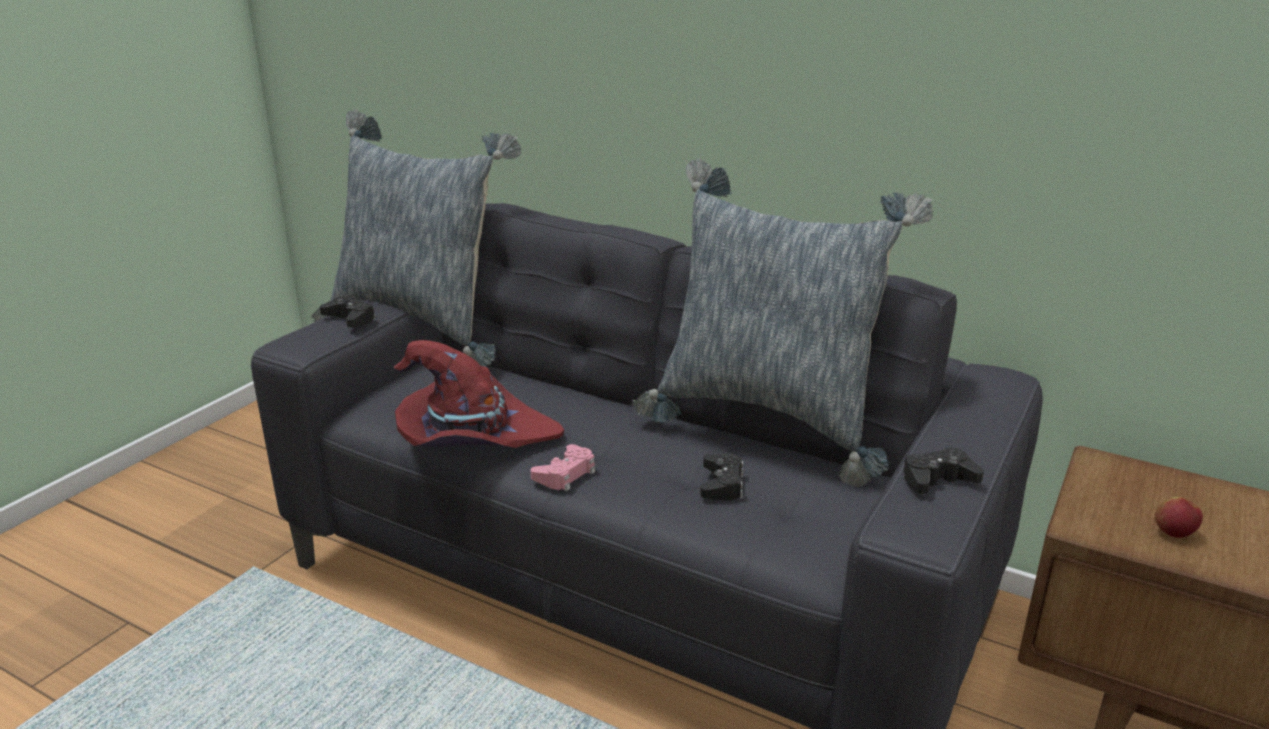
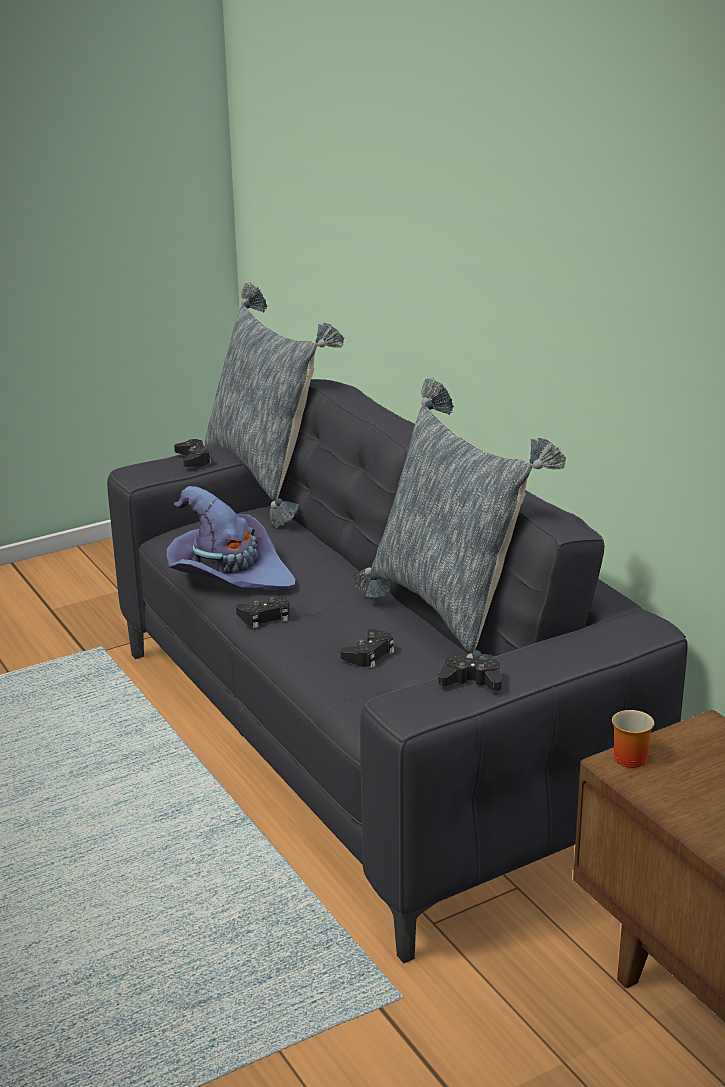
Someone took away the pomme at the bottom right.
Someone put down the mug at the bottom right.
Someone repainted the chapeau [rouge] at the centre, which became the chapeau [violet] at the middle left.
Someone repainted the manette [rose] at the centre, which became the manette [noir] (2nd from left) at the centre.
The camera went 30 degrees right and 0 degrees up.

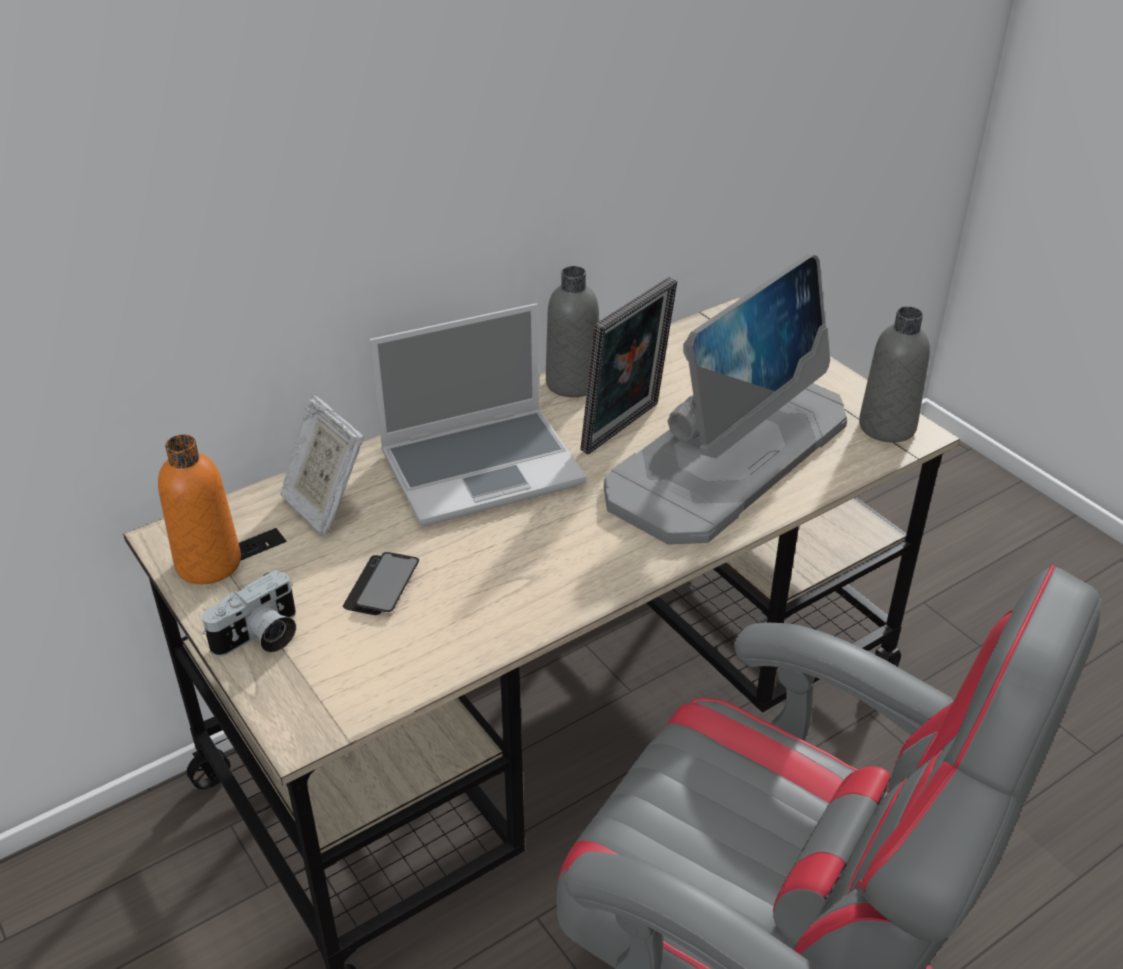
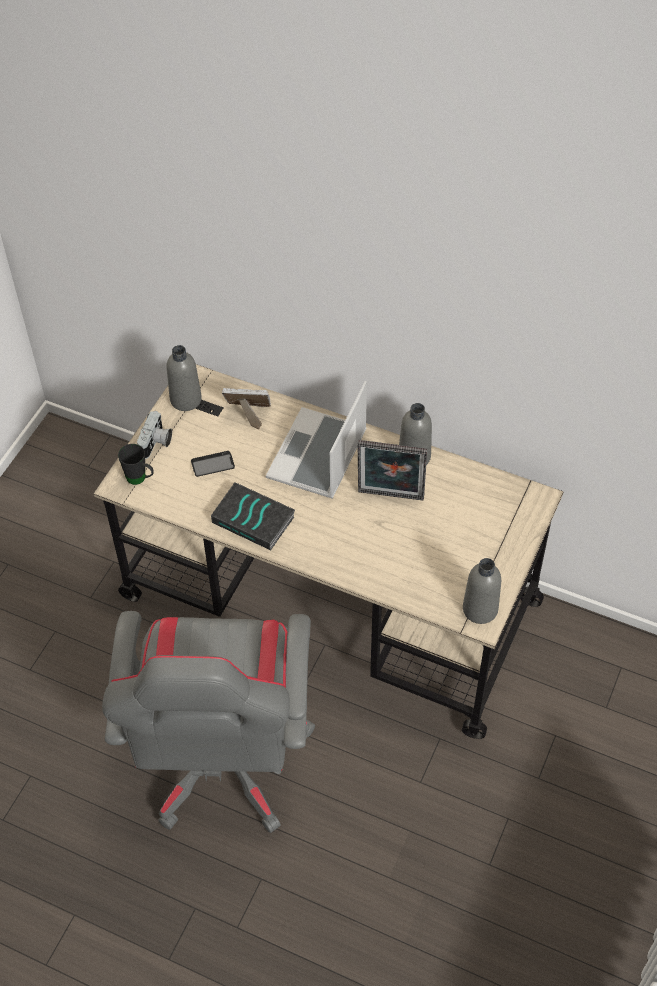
Someone took away the écran d'ordinateur at the centre.
Someone put down the mug [noir] at the middle left.
Someone put down the livre at the centre.
Someone repainted the bouteille [orange] at the middle left, which became the bouteille [gris] (1st from left) at the middle left.
Someone rotated the appareil photo at the middle left by 90 degrees counterclockwise.
Someone rotated the cadre photo (1st from left) at the middle left by 75 degrees clockwise.
Someone rotated the ordinateur portable at the centre by 75 degrees clockwise.
The camera went 60 degrees right and 15 degrees up.

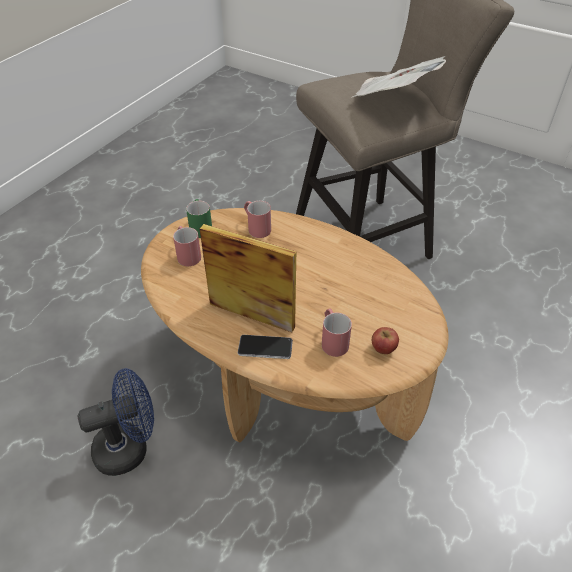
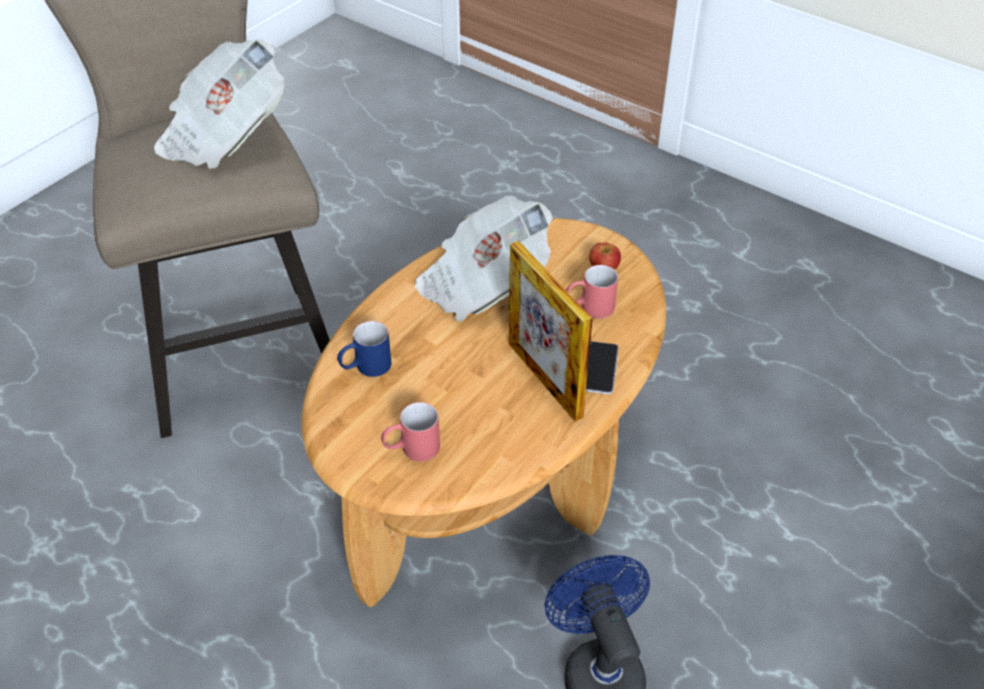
Someone took away the mug [vert] at the centre.
Someone put down the journal (2nd from left) at the centre.
Someone repainted the mug [rouge] (2nd from left) at the centre, which became the mug [bleu] at the centre.
Someone rotated the cadre photo at the centre by 60 degrees counterclockwise.
The camera went 85 degrees left and 0 degrees up.

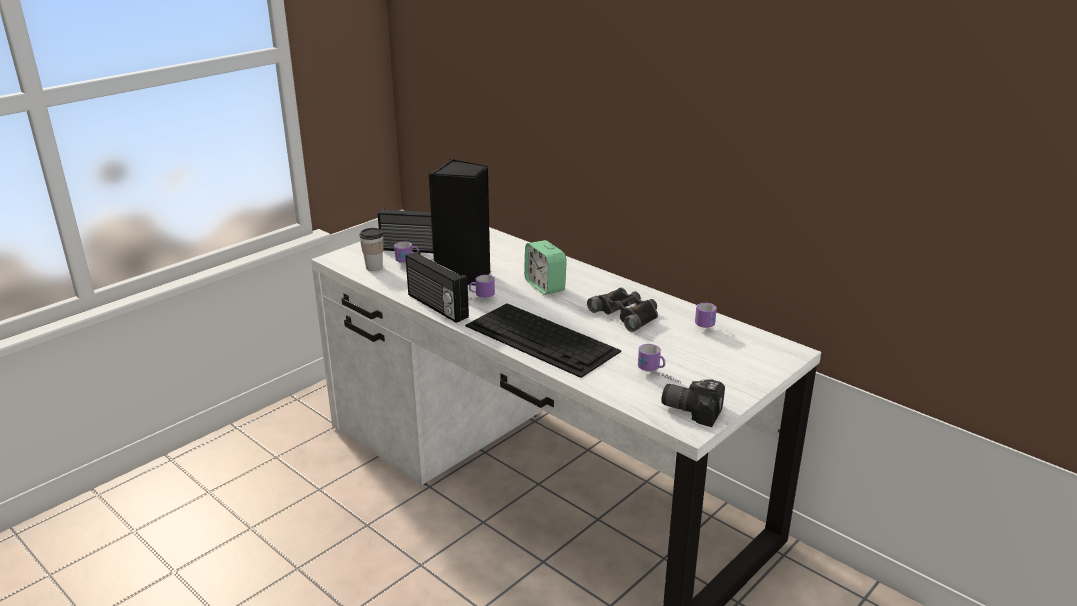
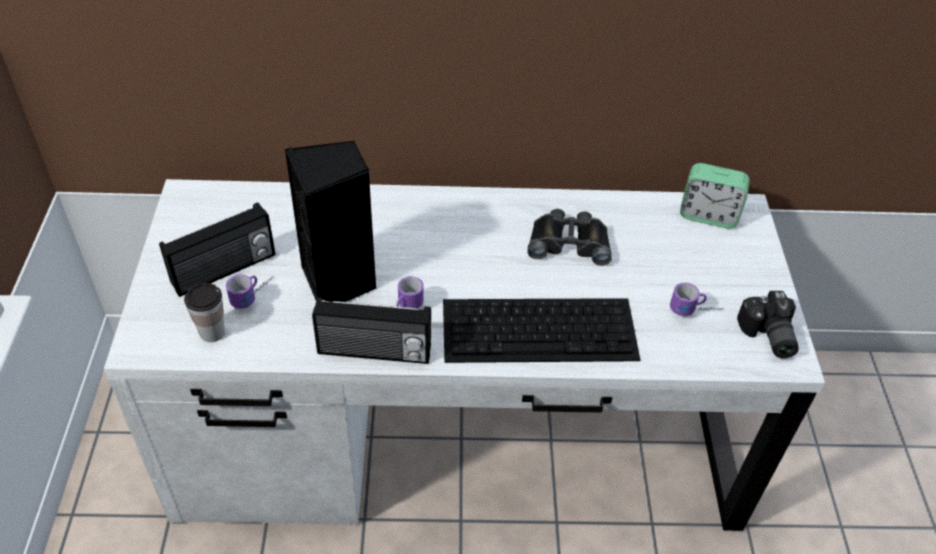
Someone took away the mug (4th from left) at the centre.
Someone carried the réveil from the centre to the middle right.
Someone rotated the appareil photo at the centre by 75 degrees counterclockwise.
The camera went 45 degrees left and 20 degrees up.

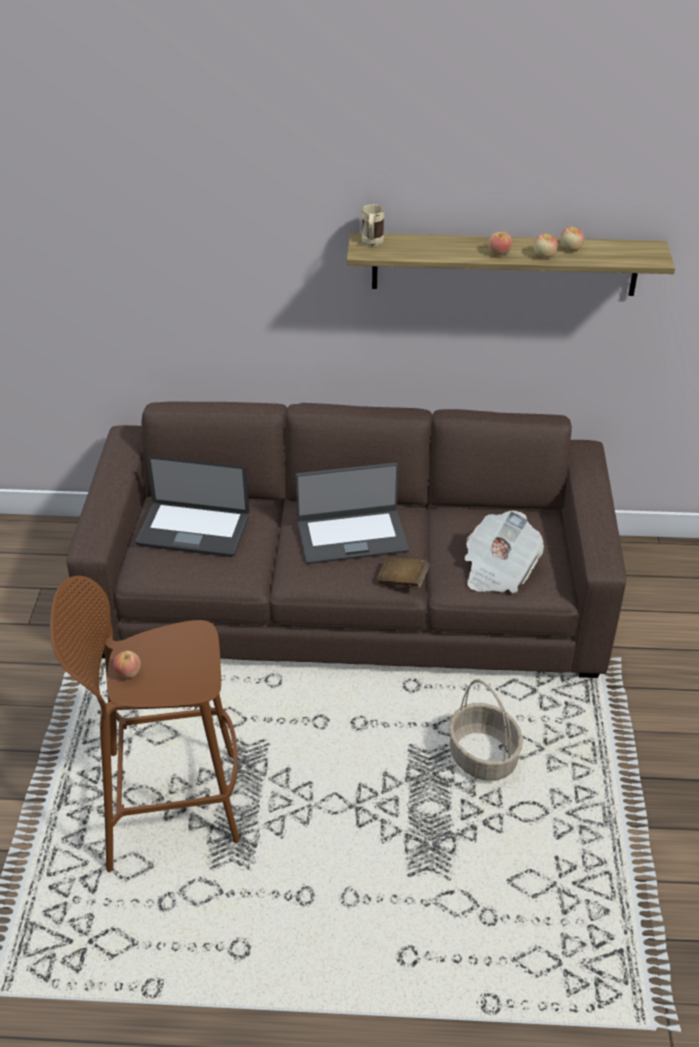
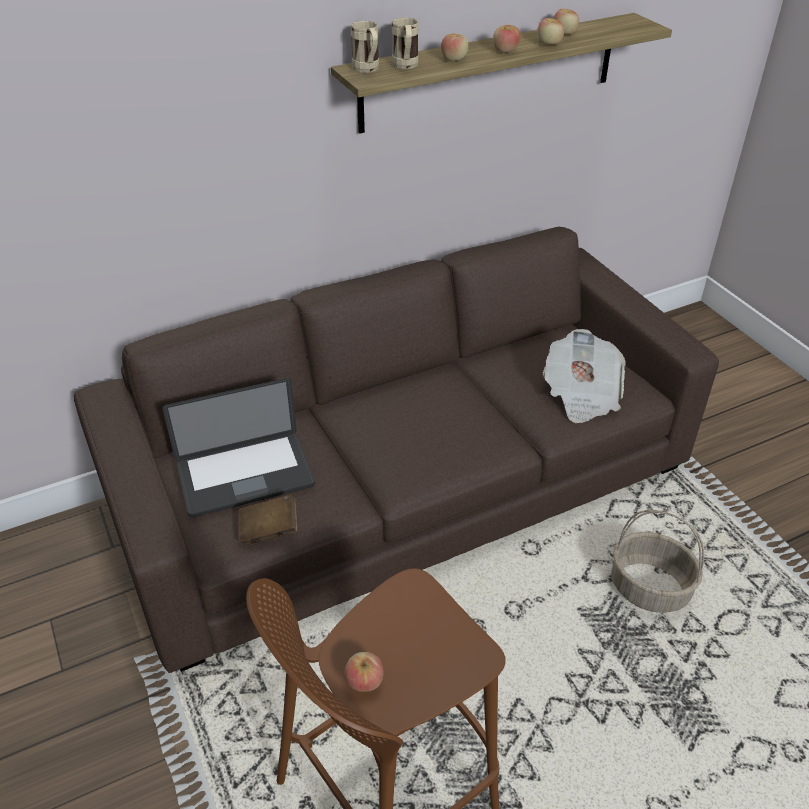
Someone took away the ordinateur portable (2nd from left) at the centre.
Someone put down the mug [beige] (2nd from left) at the top centre.
Someone put down the pomme (2nd from left) at the top centre.
Someone carried the livre [marron] from the centre to the middle left.
The camera went 30 degrees left and 0 degrees up.

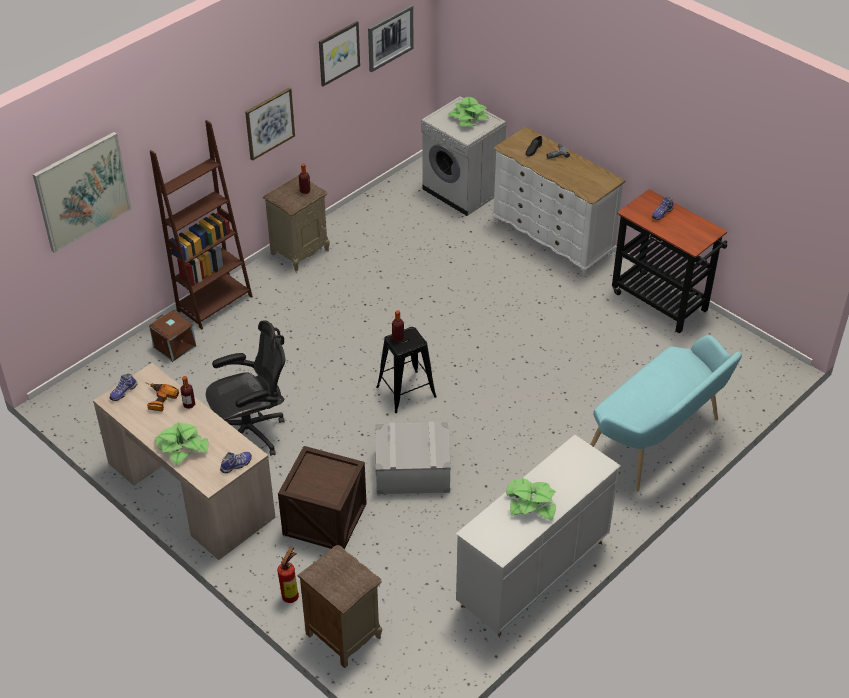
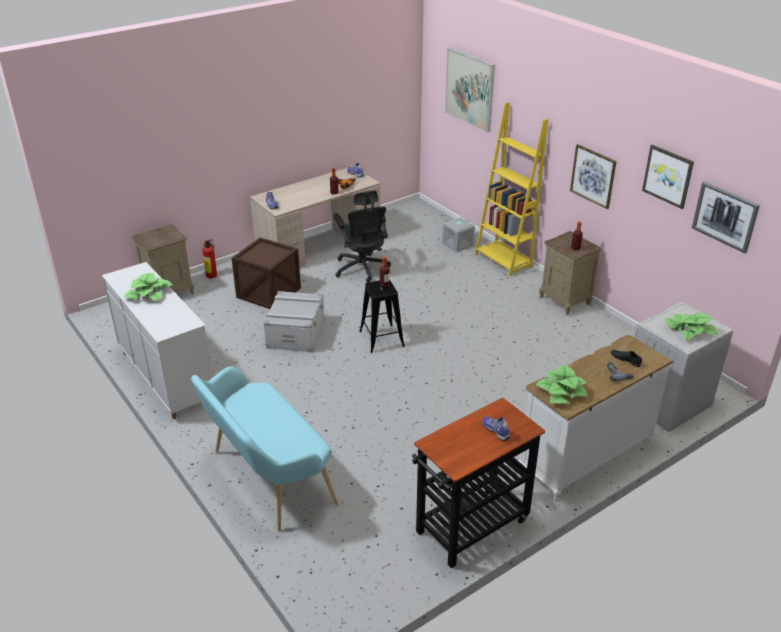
Someone carried the plante en pot (1st from left in the first image) from the middle left to the middle right.
Someone repainted the boîte de rangement [marron] at the middle left, which became the boîte de rangement [gris] (2nd from left) at the centre.
Someone repainted the bibliothèque [marron] at the top left, which became the bibliothèque [jaune] at the top centre.
The camera went 100 degrees right and 10 degrees down.

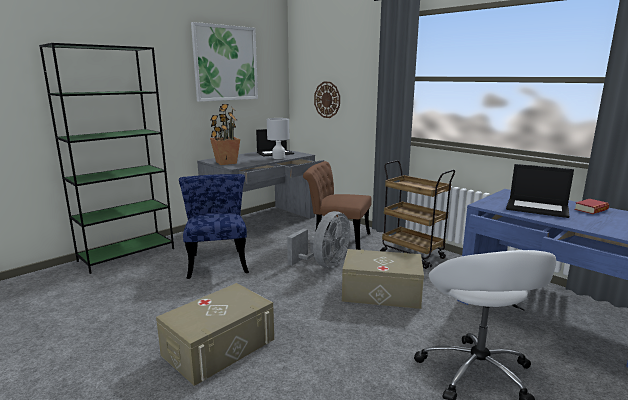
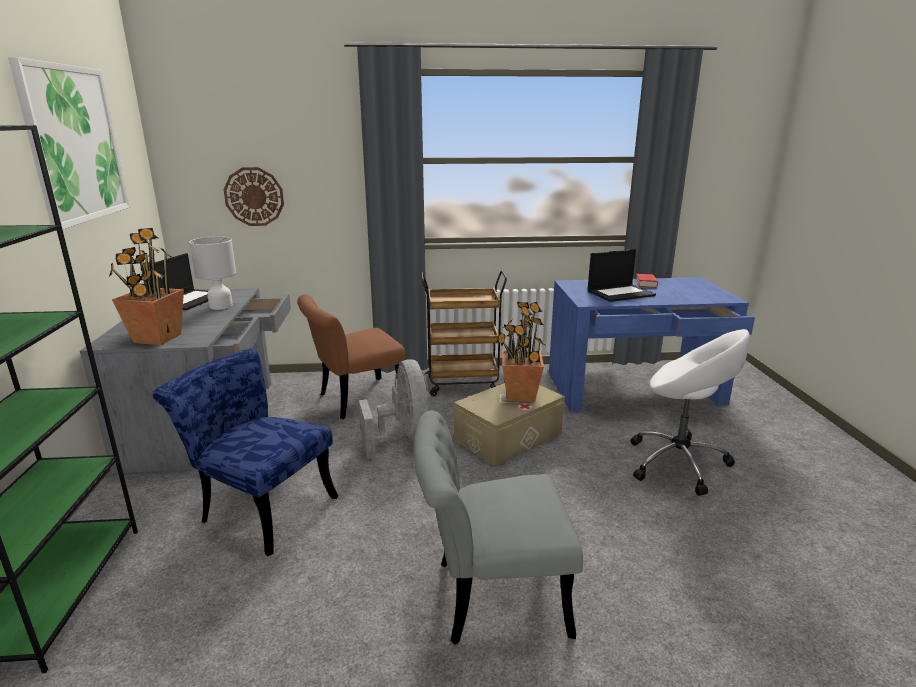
Someone put down the plante en pot (2nd from left) at the centre.
Someone swapped the boîte de rangement [beige] (1st from left) at the bottom centre for the chaise [gris] at the bottom centre.
The camera went 50 degrees left and 5 degrees up.

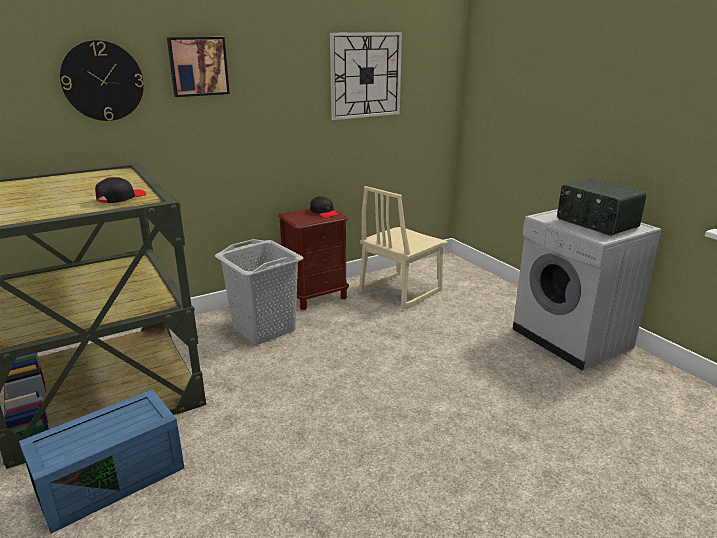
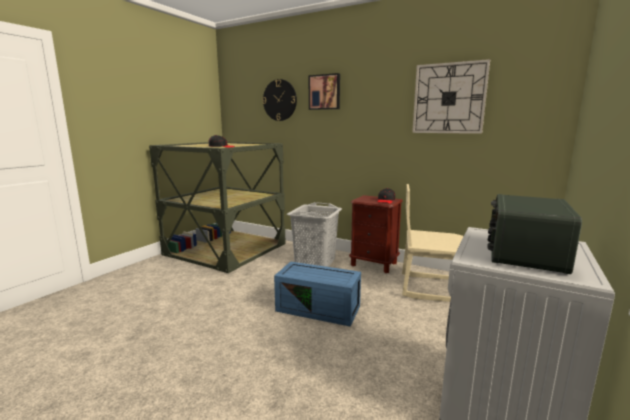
Someone carried the boîte de rangement [bleu] from the bottom left to the bottom centre.
The camera went 60 degrees right and 10 degrees down.

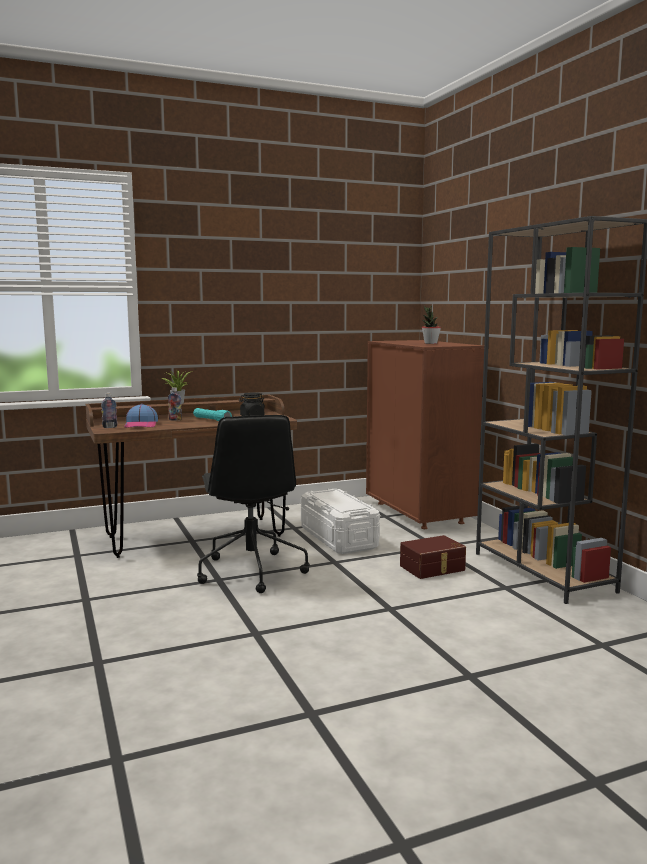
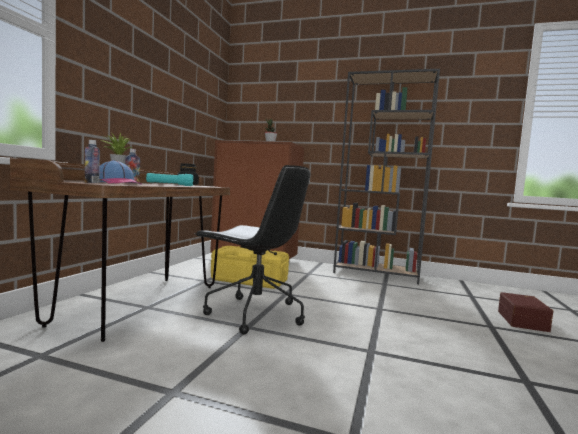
Someone carried the boîte de rangement [marron] from the middle right to the bottom right.
Someone repainted the boîte de rangement [blanc] at the centre, which became the boîte de rangement [jaune] at the centre.
The camera went 50 degrees left and 5 degrees down.

